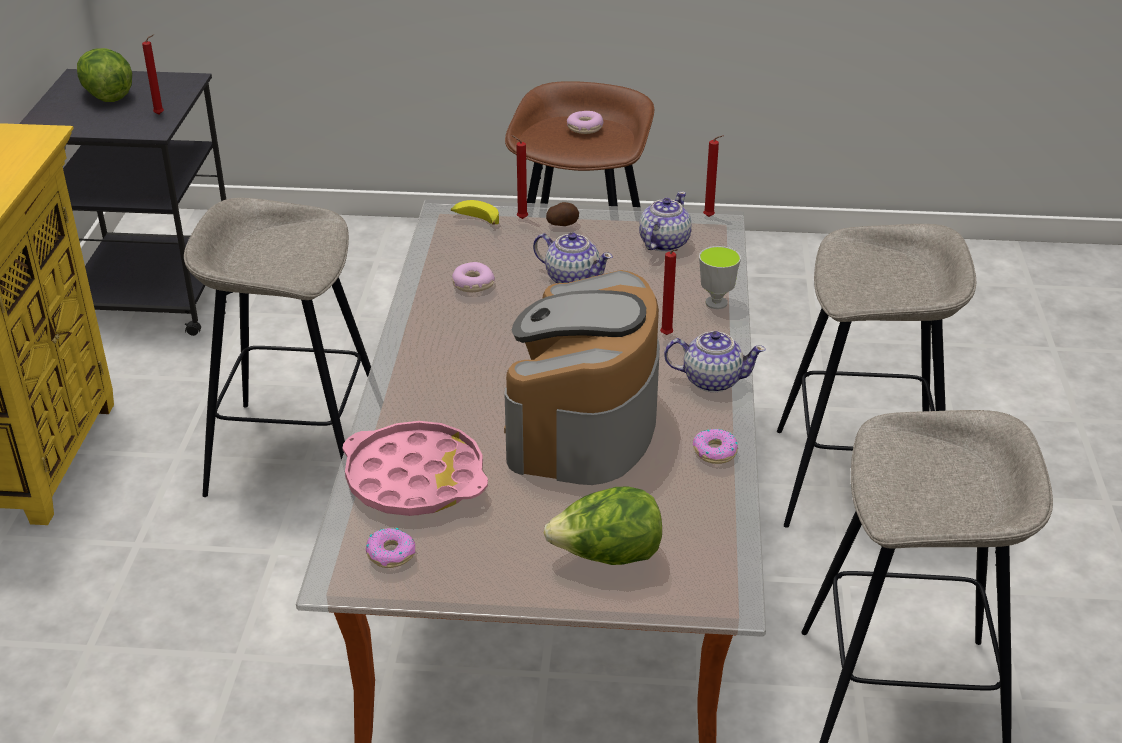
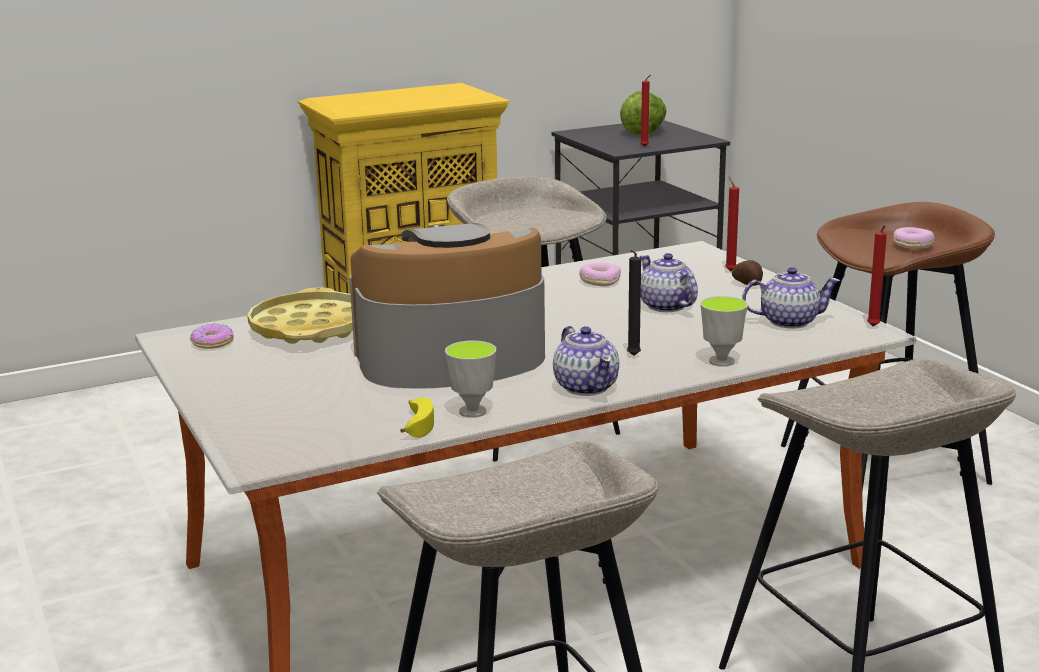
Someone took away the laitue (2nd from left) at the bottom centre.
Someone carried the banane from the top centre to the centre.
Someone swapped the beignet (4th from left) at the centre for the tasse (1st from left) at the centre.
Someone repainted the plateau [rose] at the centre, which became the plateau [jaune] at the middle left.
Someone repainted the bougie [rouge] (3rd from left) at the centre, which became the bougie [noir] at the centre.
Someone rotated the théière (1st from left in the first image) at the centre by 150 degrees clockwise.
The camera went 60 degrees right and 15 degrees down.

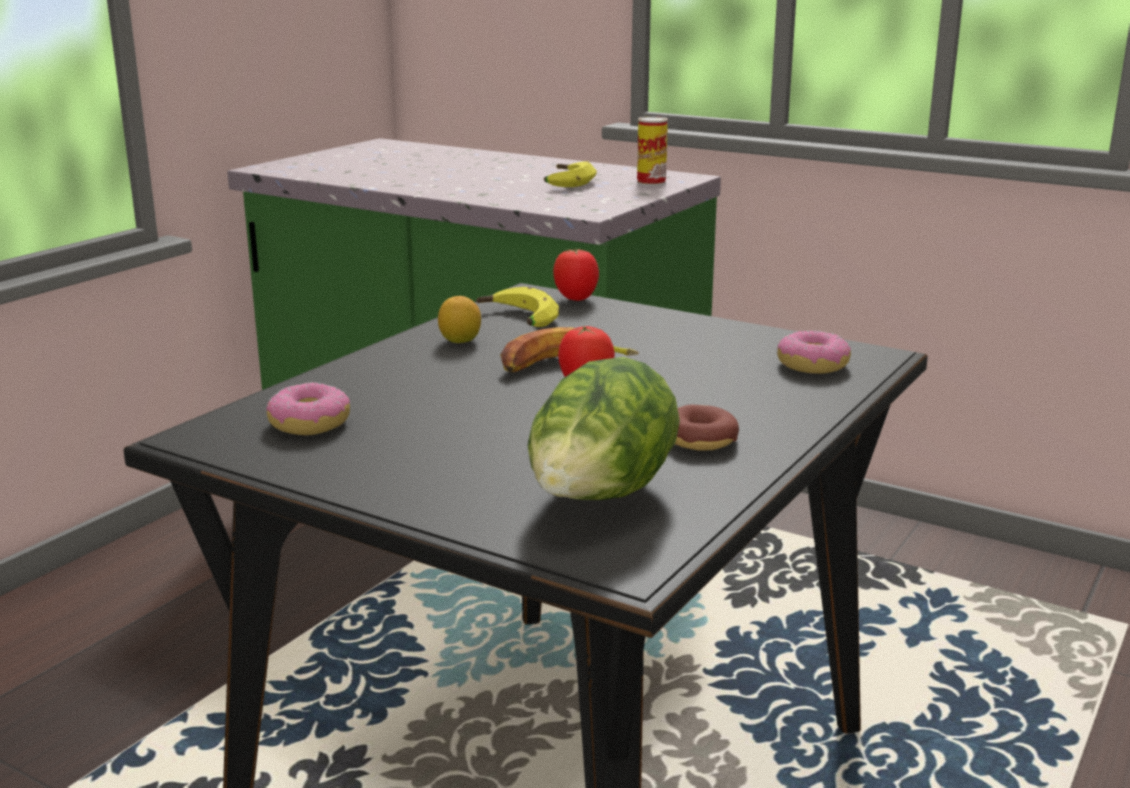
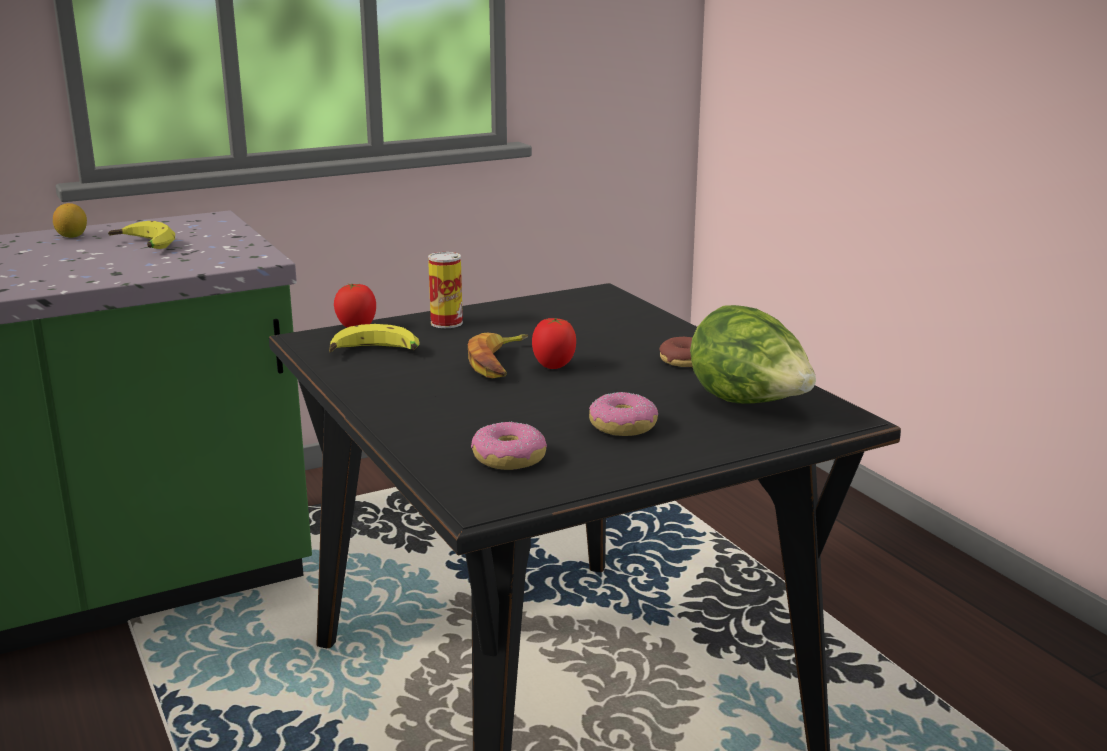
Someone carried the citron from the centre to the top left.
Someone carried the boîte métallique from the top centre to the centre.
Someone carried the beignet (3rd from left in the first image) from the middle right to the centre.
The camera went 60 degrees left and 0 degrees up.

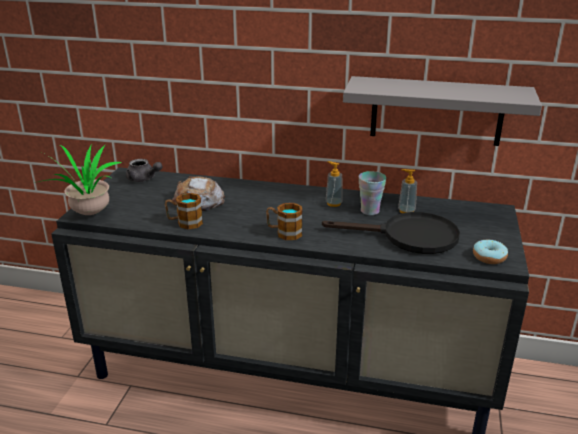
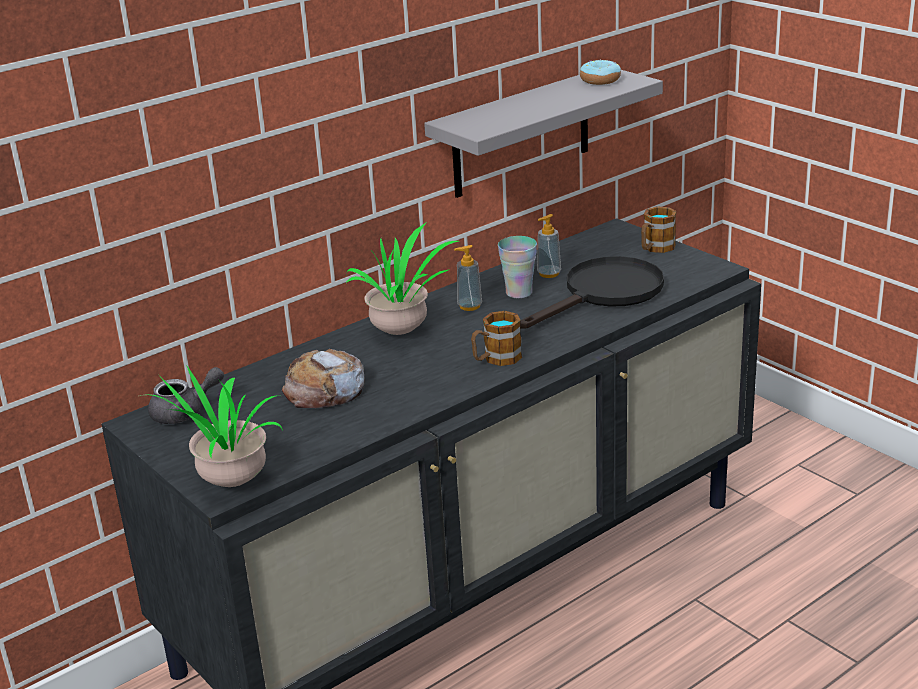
Someone put down the plante en pot (2nd from left) at the centre.
Someone carried the mug (1st from left in the first image) from the middle left to the top right.
Someone carried the beignet from the middle right to the top centre.
The camera went 50 degrees left and 0 degrees up.

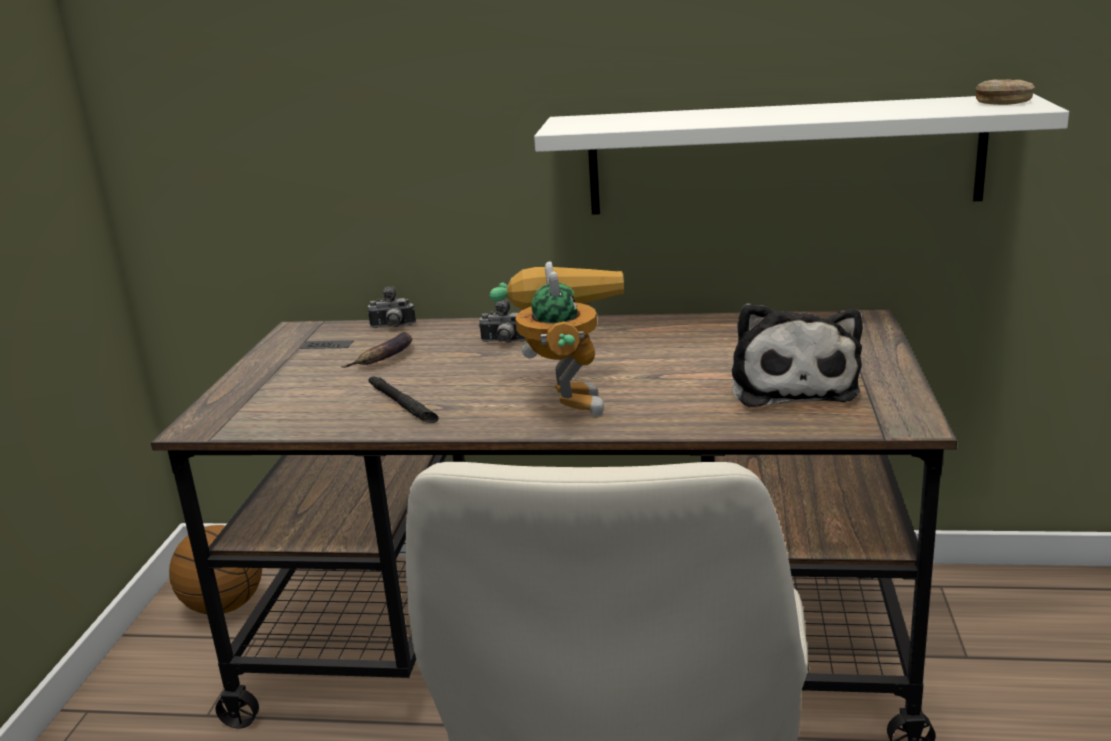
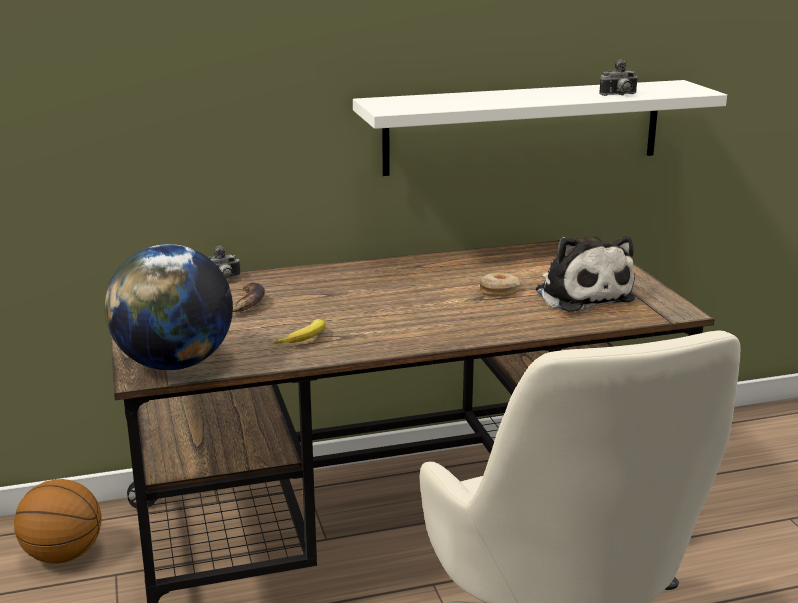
Someone took away the robot jouet at the centre.
Someone put down the globe at the middle left.
Someone carried the appareil photo (2nd from left) from the centre to the top right.
Someone carried the beignet from the top right to the centre.
Someone swapped the lampe de poche [noir] at the centre for the banane (2nd from left) at the centre.
The camera went 25 degrees left and 0 degrees up.

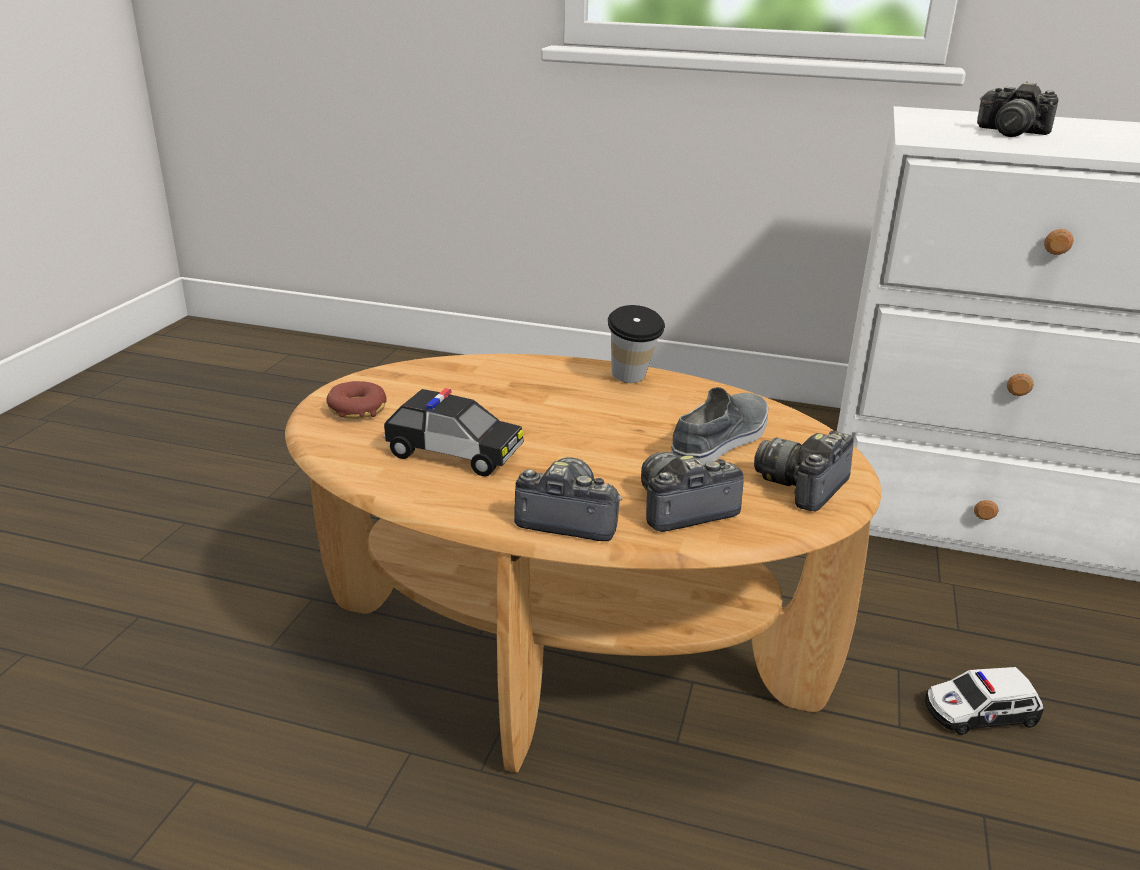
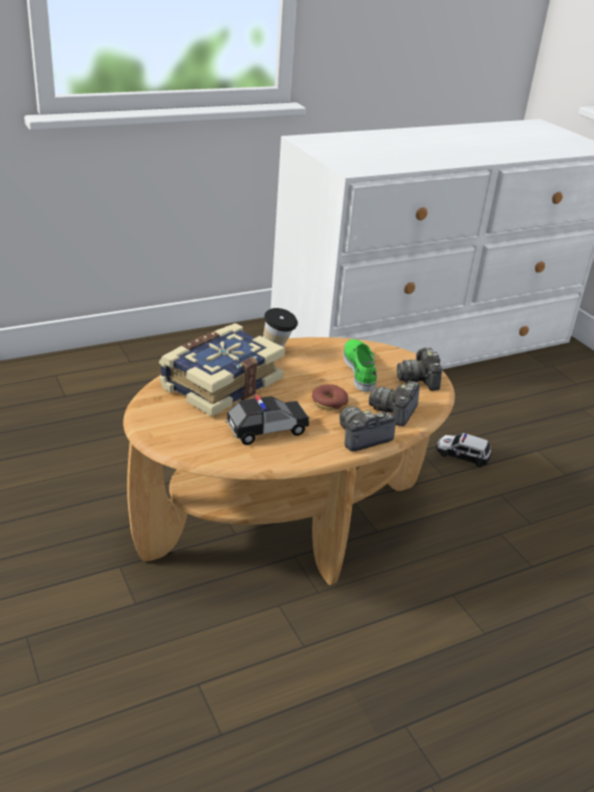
Someone took away the appareil photo (4th from left) at the top right.
Someone put down the livre at the centre.
Someone carried the beignet from the middle left to the centre.
Someone repainted the chaussure [gris] at the centre, which became the chaussure [vert] at the centre.
Someone rotated the petite voiture (2nd from left) at the bottom right by 75 degrees clockwise.
The camera went 45 degrees left and 5 degrees up.

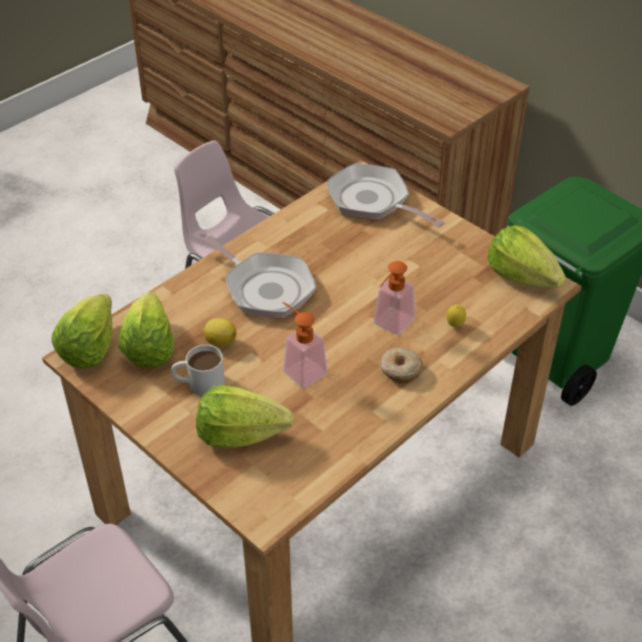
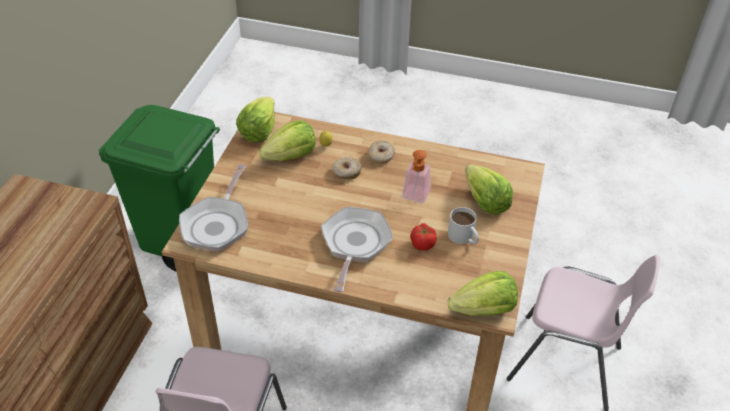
Someone carried the laitue (2nd from left) from the middle left to the centre.
Someone swapped the citron (1st from left) at the centre for the tomate at the centre.
Someone swapped the distributeur de savon (2nd from left) at the centre for the beignet (1st from left) at the centre.
The camera went 120 degrees left and 0 degrees up.

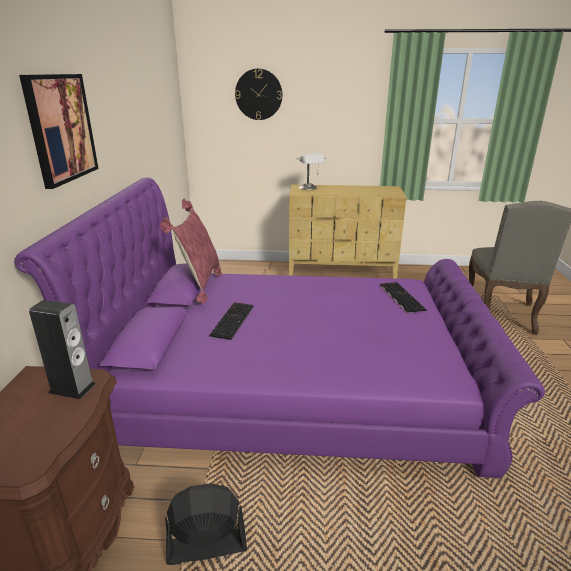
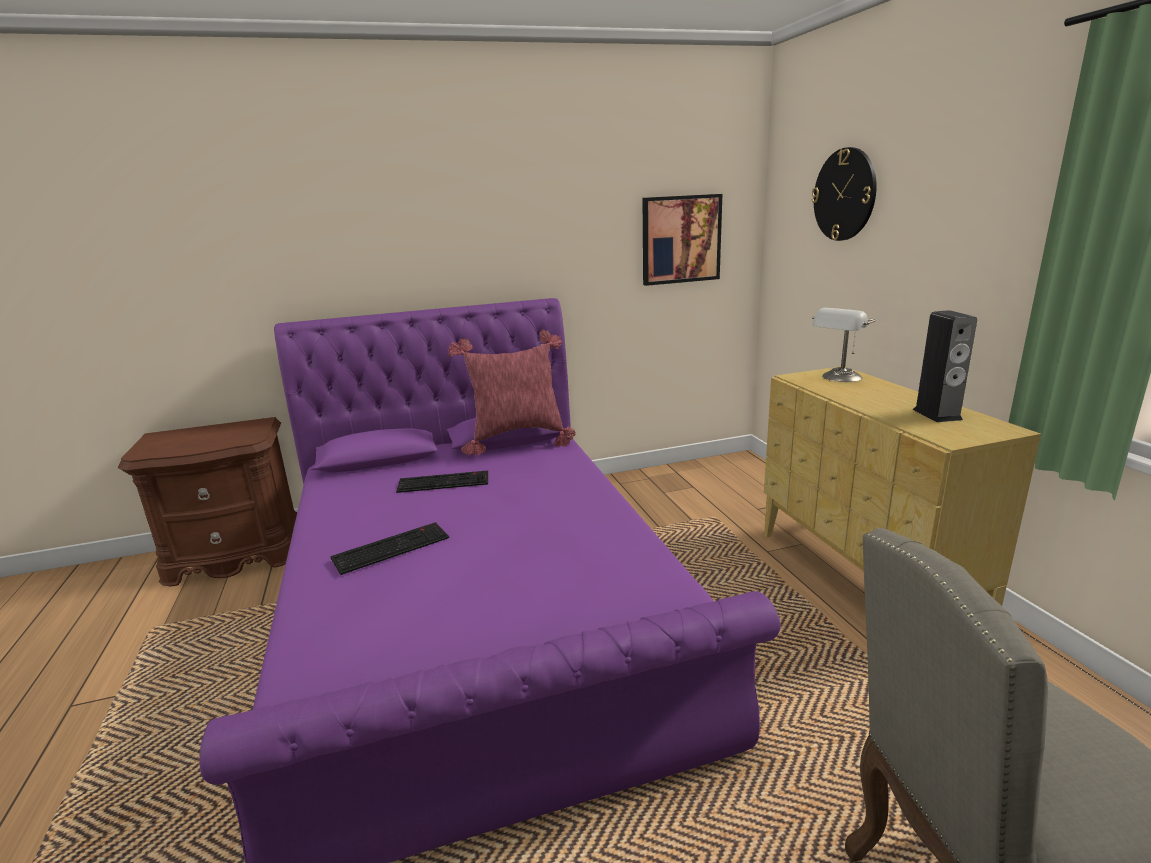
Someone took away the ventilateur [noir] at the bottom centre.
Someone carried the tableau from the top left to the top centre.
Someone carried the enceinte from the middle left to the middle right.
Someone carried the clavier (2nd from left in the first image) from the middle right to the centre.
The camera went 70 degrees right and 5 degrees down.

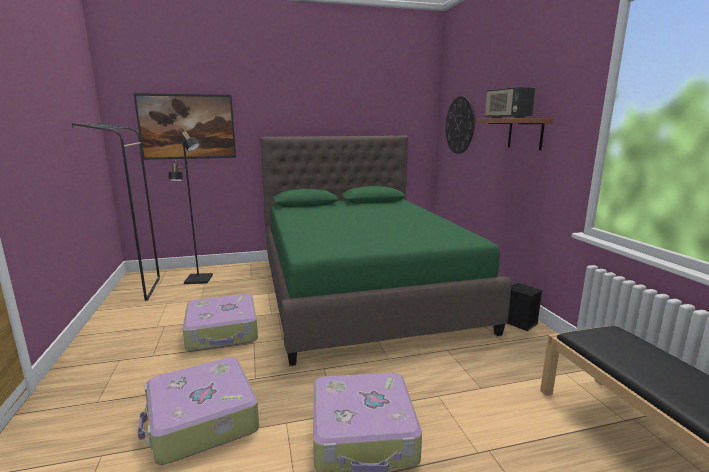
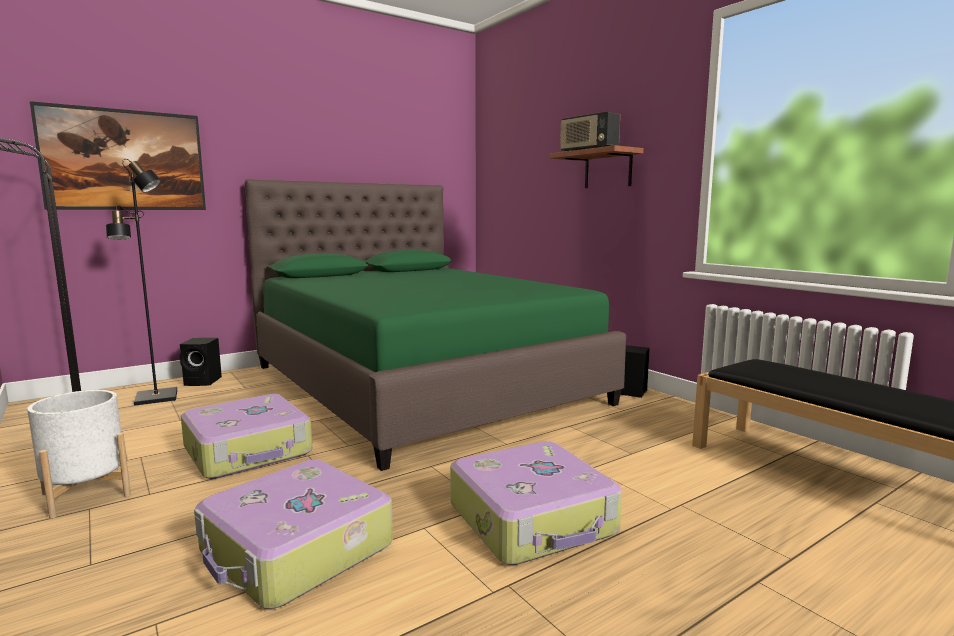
Someone took away the horloge murale at the top centre.
Someone put down the cache-pot [blanc] at the bottom left.
Someone put down the enceinte [noir] (1st from left) at the middle left.
The camera went 20 degrees left and 5 degrees down.

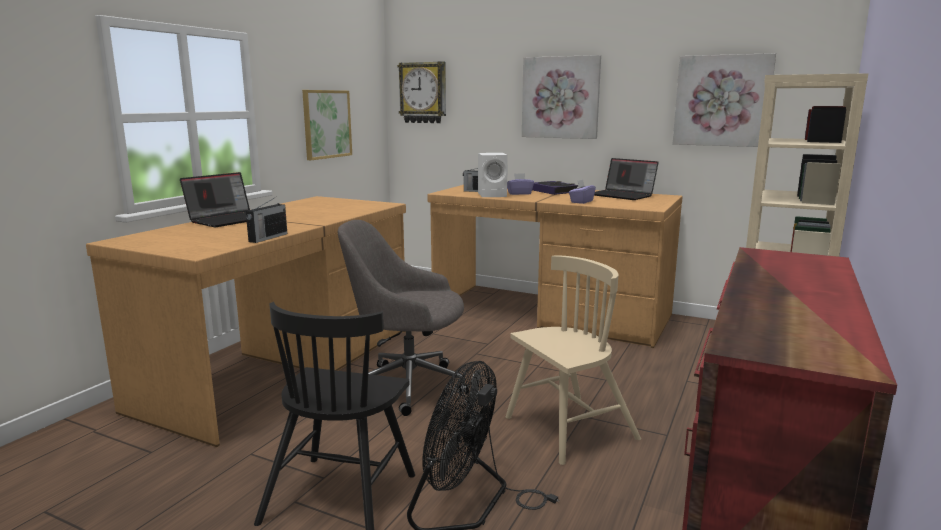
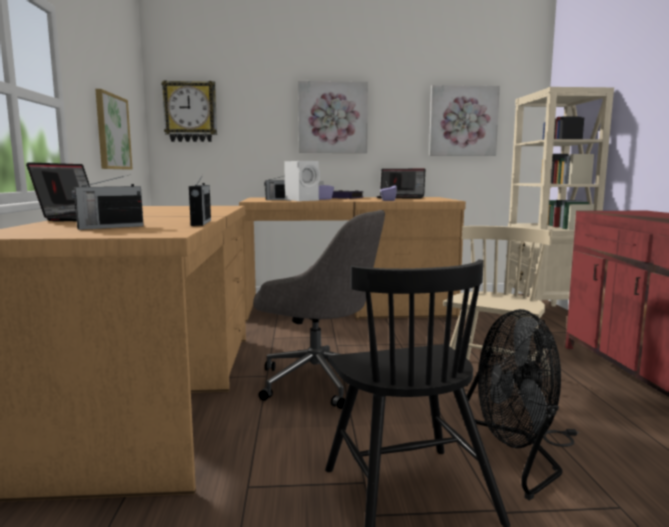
Someone put down the radio (1st from left) at the middle left.
Someone rotated the chaise de bureau [gris] at the centre by 135 degrees counterclockwise.
The camera went 30 degrees left and 5 degrees down.

